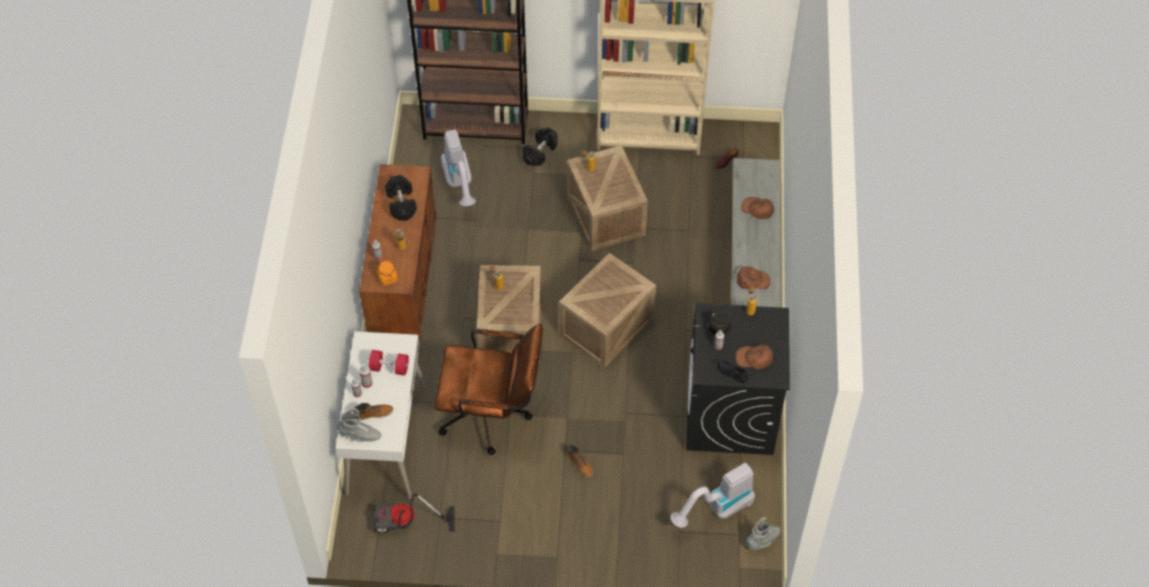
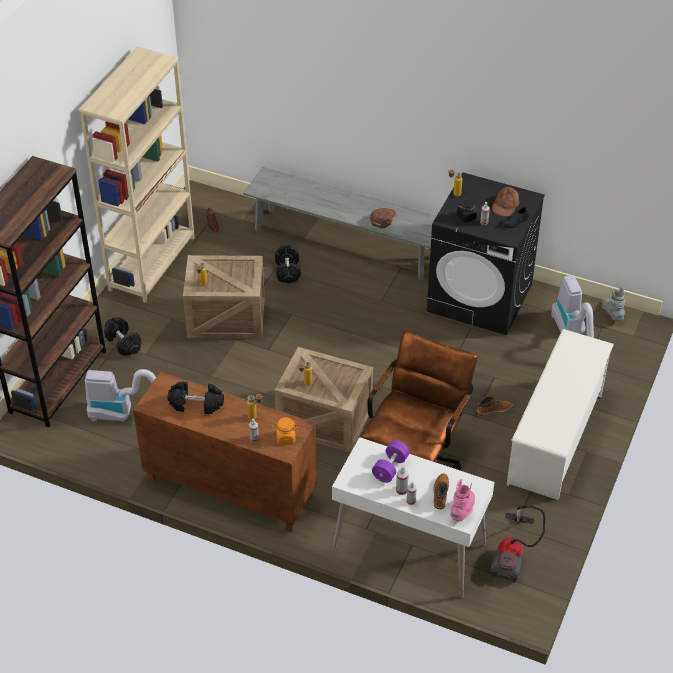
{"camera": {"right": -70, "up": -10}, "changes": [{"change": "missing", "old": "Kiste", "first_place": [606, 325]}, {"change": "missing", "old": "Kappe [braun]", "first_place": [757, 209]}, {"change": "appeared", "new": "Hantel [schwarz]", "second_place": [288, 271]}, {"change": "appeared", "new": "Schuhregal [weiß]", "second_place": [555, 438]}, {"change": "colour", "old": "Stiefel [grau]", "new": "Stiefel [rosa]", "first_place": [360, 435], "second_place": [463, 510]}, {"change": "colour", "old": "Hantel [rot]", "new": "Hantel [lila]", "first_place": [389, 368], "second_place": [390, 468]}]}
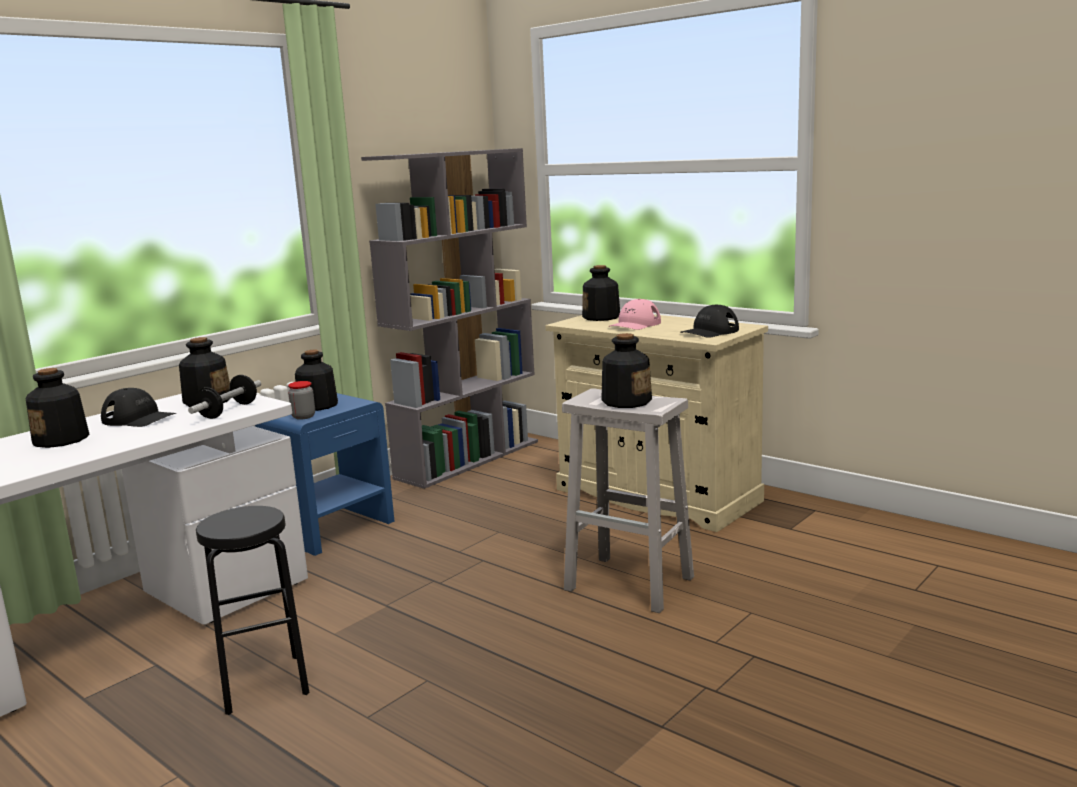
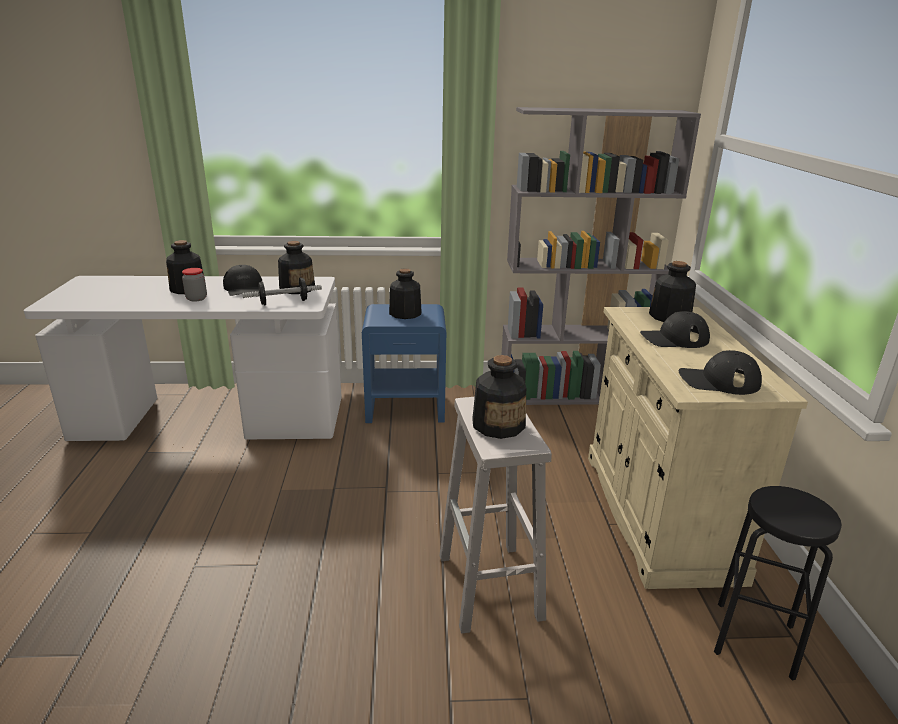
{"camera": {"right": 45, "up": 10}, "changes": [{"change": "relocated", "old": "Hocker [schwarz]", "first_place": [264, 684], "second_place": [754, 639]}, {"change": "relocated", "old": "Vorratsglas", "first_place": [303, 416], "second_place": [196, 298]}, {"change": "colour", "old": "Kappe [rosa]", "new": "Kappe [schwarz]", "first_place": [635, 324], "second_place": [674, 338]}]}
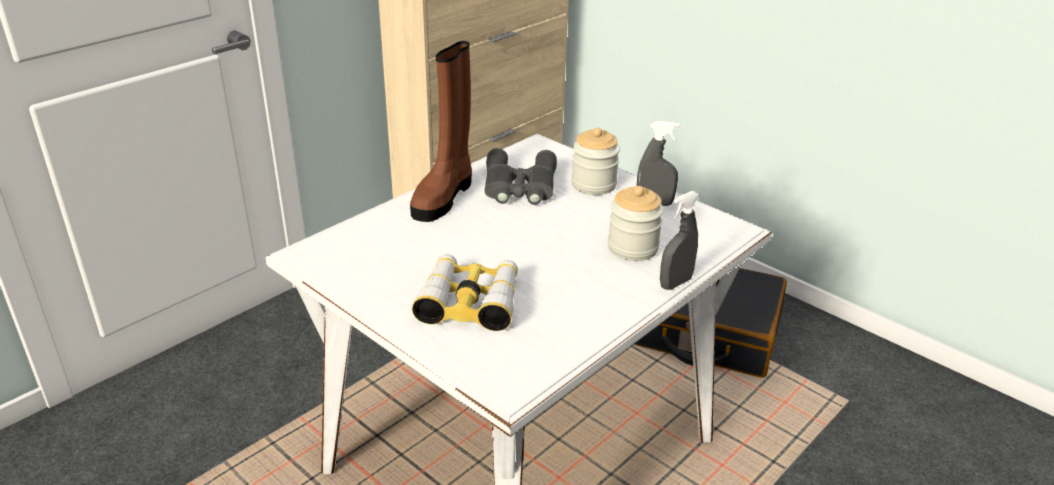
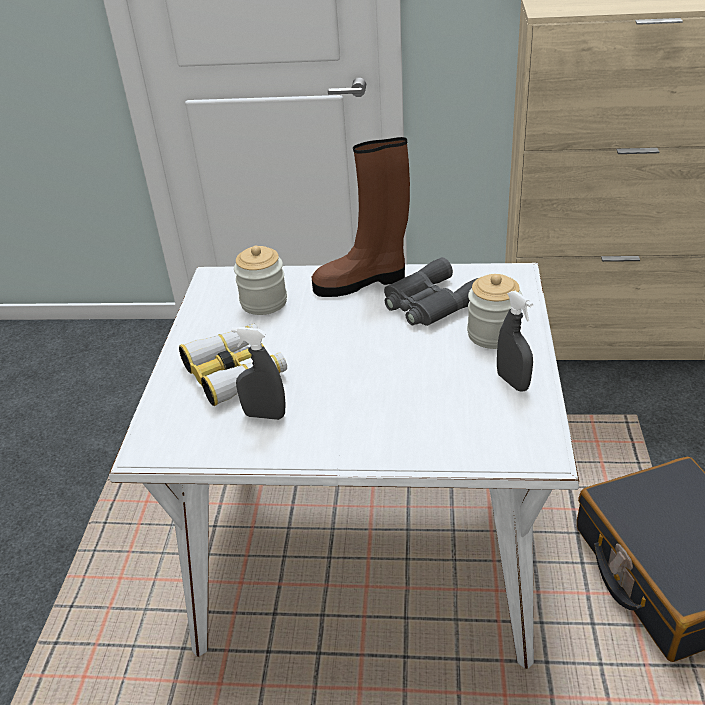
{"camera": {"right": 55, "up": 5}, "changes": [{"change": "relocated", "old": "Vorratsglas", "first_place": [633, 247], "second_place": [264, 302]}, {"change": "relocated", "old": "Sprühflasche [grau]", "first_place": [675, 283], "second_place": [264, 415]}]}
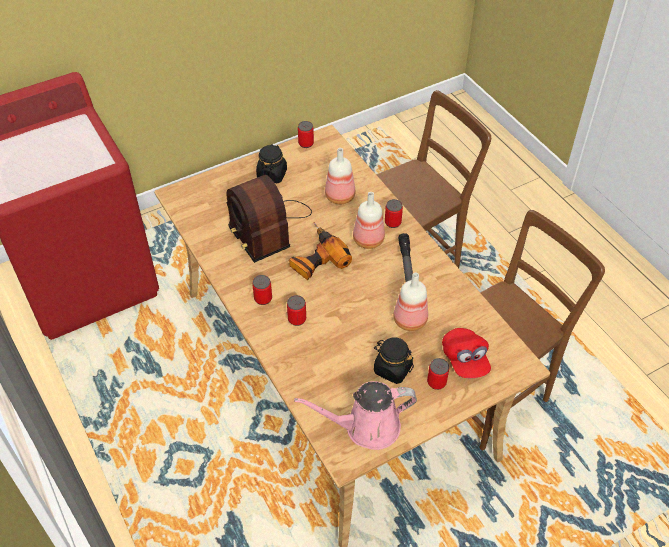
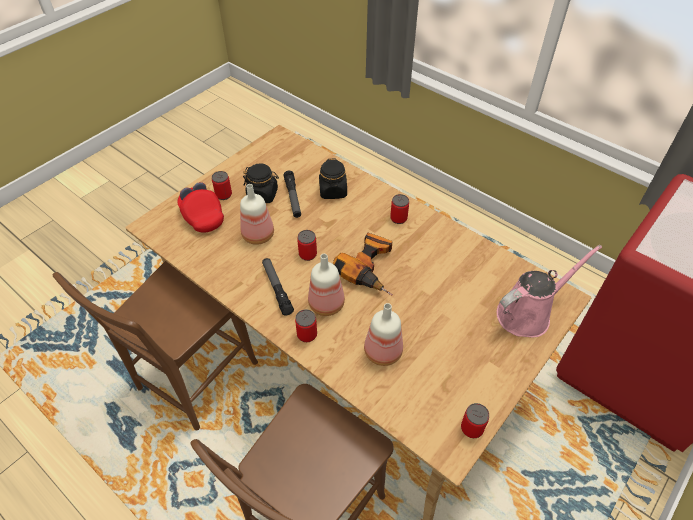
{"camera": {"right": 160, "up": 0}, "changes": [{"change": "missing", "old": "Radio", "first_place": [267, 226]}, {"change": "appeared", "new": "Taschenlampe", "second_place": [293, 198]}, {"change": "relocated", "old": "Vorratsglas [schwarz]", "first_place": [272, 174], "second_place": [333, 191]}, {"change": "relocated", "old": "Dose", "first_place": [297, 319], "second_place": [308, 254]}, {"change": "relocated", "old": "Gießkanne [rosa]", "first_place": [366, 427], "second_place": [528, 313]}]}
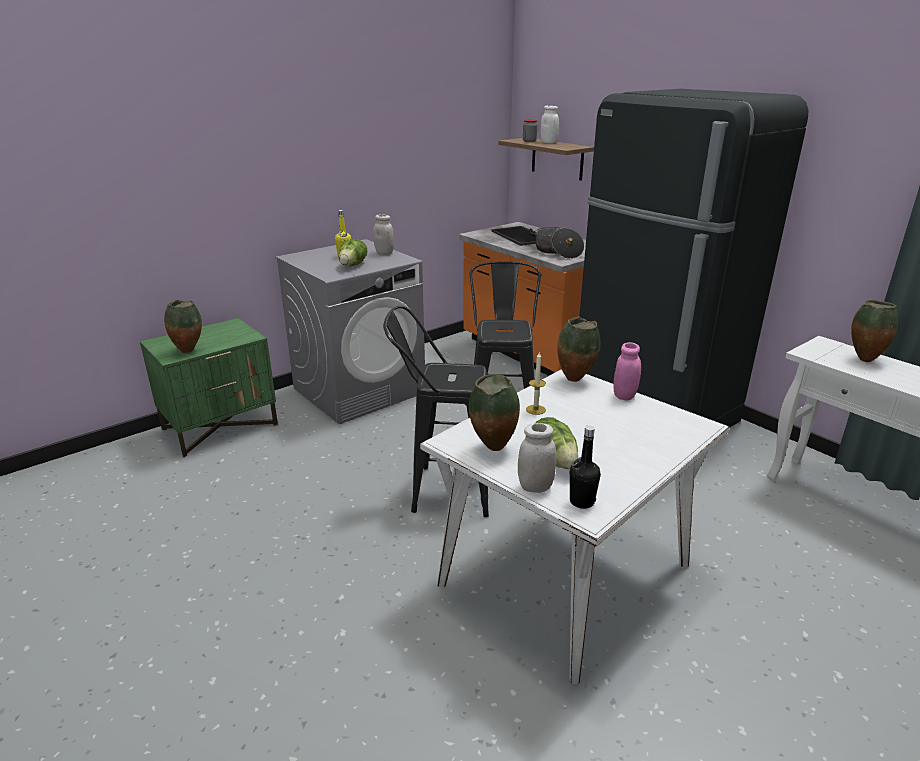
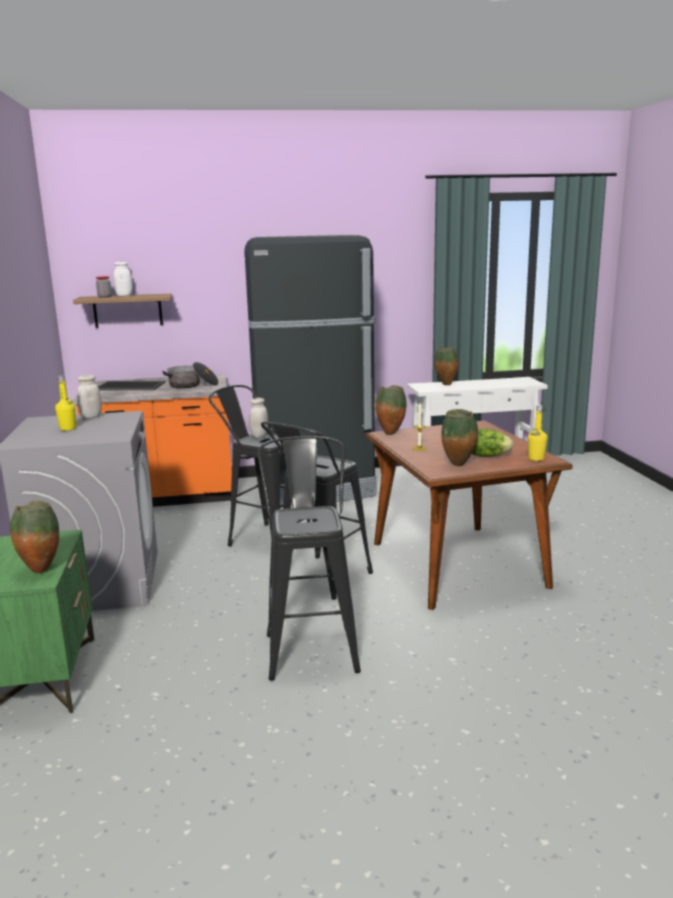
{"camera": {"right": -60, "up": -10}, "changes": [{"change": "missing", "old": "Salatkopf", "first_place": [353, 265]}, {"change": "missing", "old": "Vorratsglas [rosa]", "first_place": [624, 396]}, {"change": "appeared", "new": "Hocker [schwarz]", "second_place": [311, 646]}, {"change": "relocated", "old": "Vorratsglas [weiß]", "first_place": [535, 487], "second_place": [259, 436]}, {"change": "colour", "old": "Esstisch [weiß]", "new": "Esstisch [braun]", "first_place": [564, 575], "second_place": [457, 564]}, {"change": "colour", "old": "Flasche [schwarz]", "new": "Flasche [gelb]", "first_place": [582, 501], "second_place": [536, 459]}]}
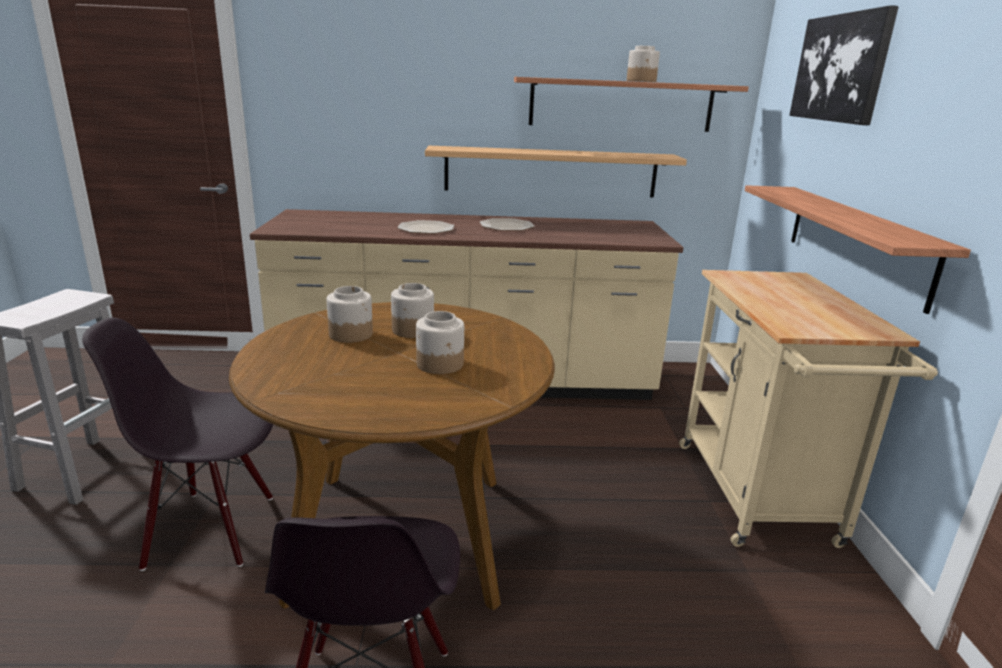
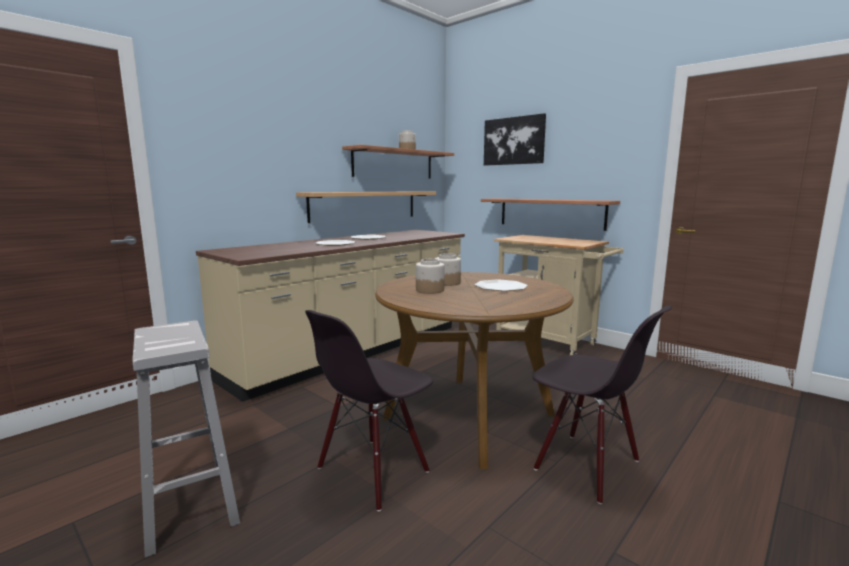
{"camera": {"right": -45, "up": -10}, "changes": [{"change": "exchanged", "old": "Vorratsglas", "new": "Teller", "first_place": [440, 364], "second_place": [501, 287]}]}
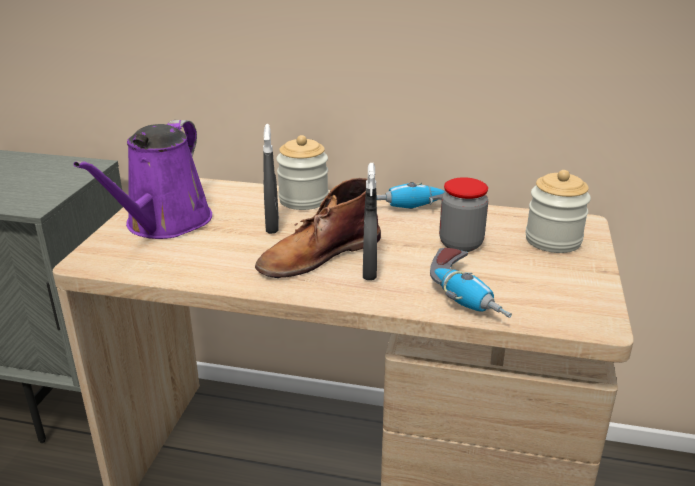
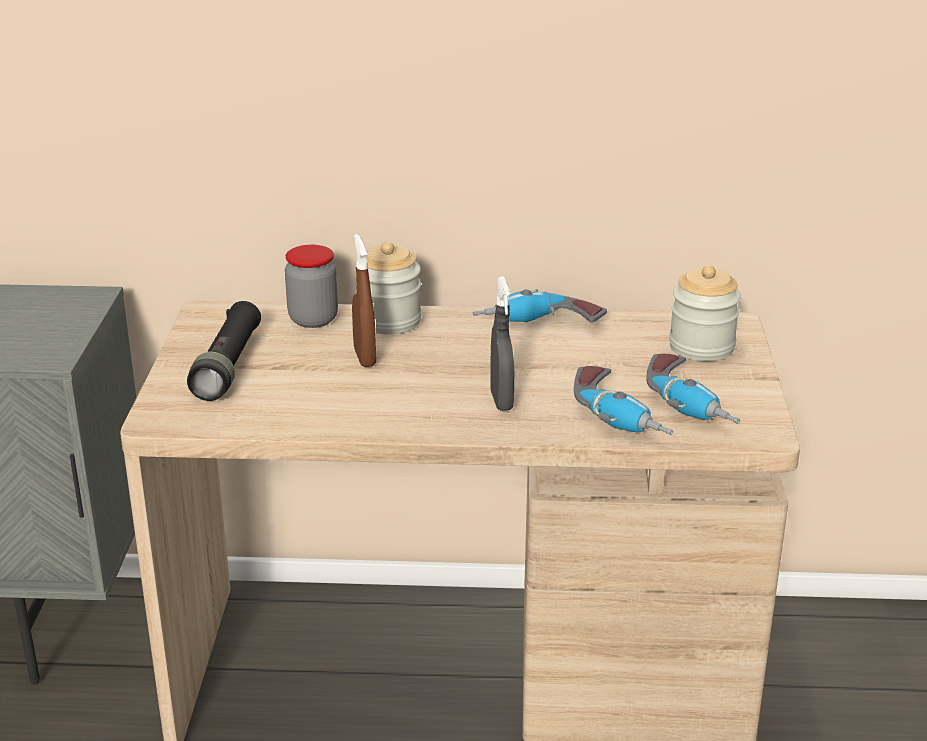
{"camera": {"right": -10, "up": 0}, "changes": [{"change": "missing", "old": "Stiefel [braun]", "first_place": [318, 254]}, {"change": "appeared", "new": "Bohrmaschine", "second_place": [691, 404]}, {"change": "relocated", "old": "Vorratsglas", "first_place": [460, 244], "second_place": [313, 319]}, {"change": "exchanged", "old": "Gießkanne [lila]", "new": "Taschenlampe [schwarz]", "first_place": [164, 224], "second_place": [228, 366]}, {"change": "colour", "old": "Sprühflasche [grau]", "new": "Sprühflasche [braun]", "first_place": [272, 226], "second_place": [364, 357]}]}
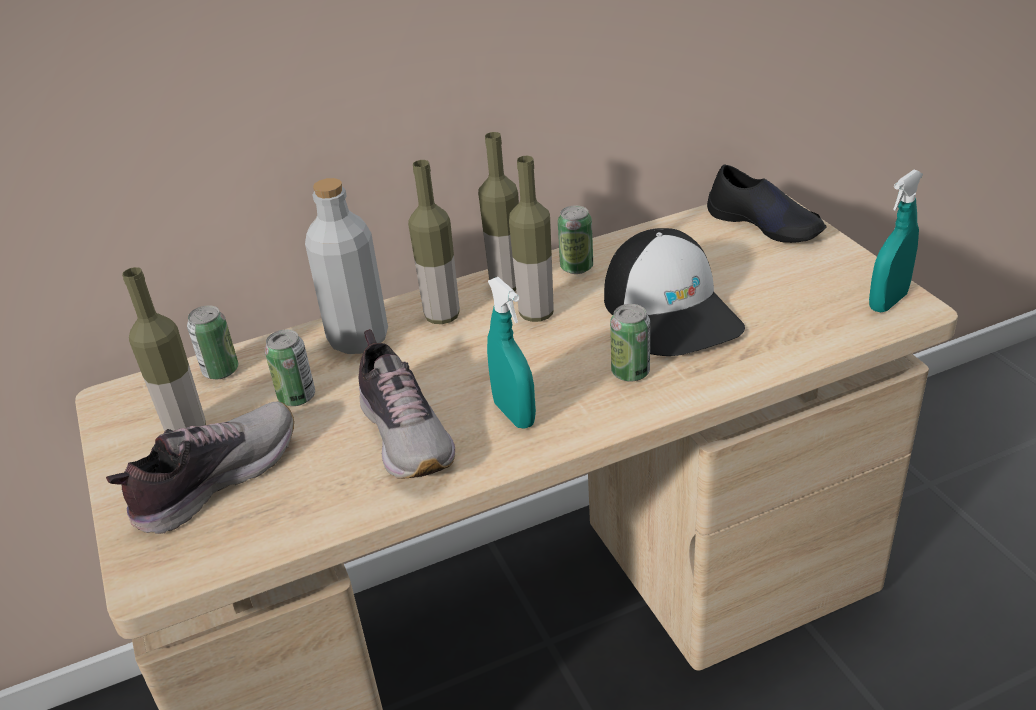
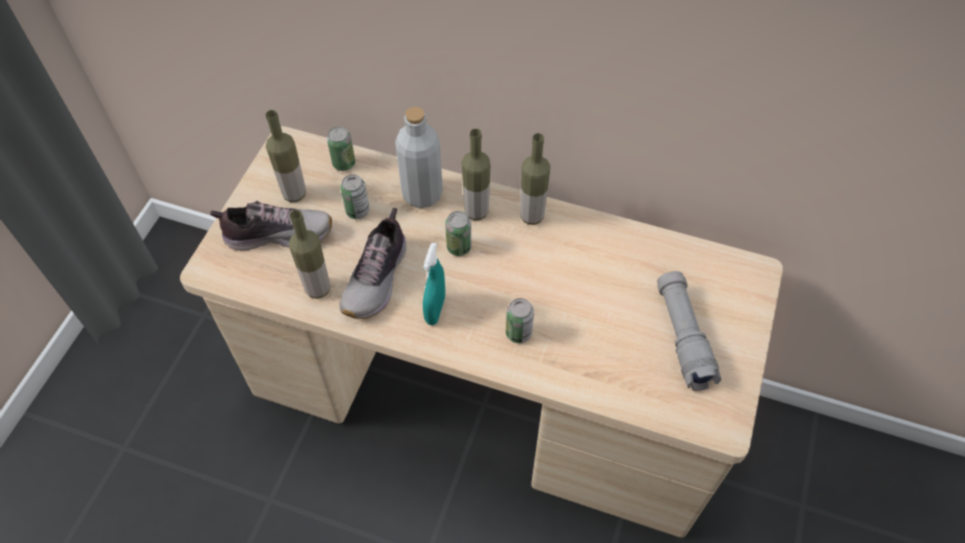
{"camera": {"right": 40, "up": 20}, "changes": [{"change": "missing", "old": "Kappe", "first_place": [672, 311]}, {"change": "missing", "old": "Schuh [schwarz]", "first_place": [765, 224]}, {"change": "missing", "old": "Sprühflasche [türkis]", "first_place": [888, 302]}, {"change": "appeared", "new": "Taschenlampe [grau]", "second_place": [683, 337]}, {"change": "relocated", "old": "Flasche", "first_place": [536, 314], "second_place": [318, 289]}, {"change": "relocated", "old": "Dose", "first_place": [576, 267], "second_place": [459, 247]}]}
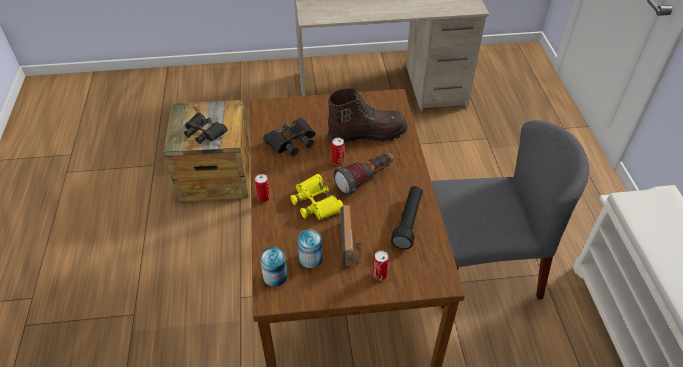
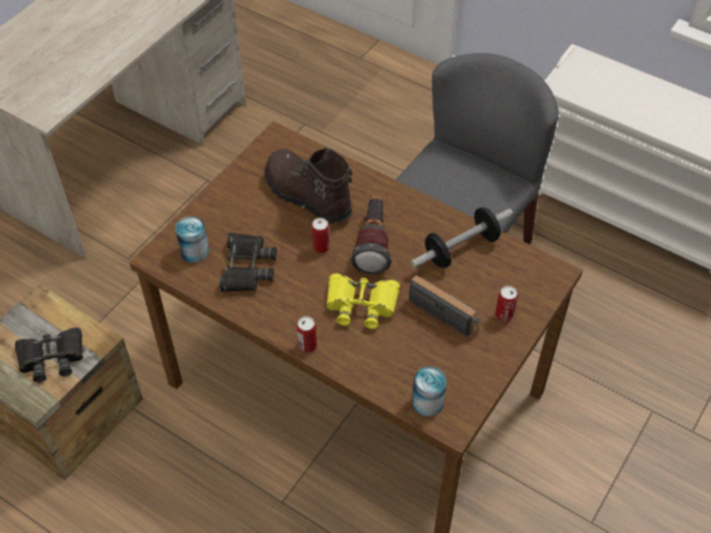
{"camera": {"right": -50, "up": 5}, "changes": [{"change": "relocated", "old": "Dose", "first_place": [310, 258], "second_place": [194, 251]}, {"change": "exchanged", "old": "Taschenlampe [schwarz]", "new": "Hantel", "first_place": [408, 222], "second_place": [461, 249]}, {"change": "spun", "old": "Stiefel [braun]", "first_place": [367, 133], "second_place": [307, 196], "degrees": -75}]}
